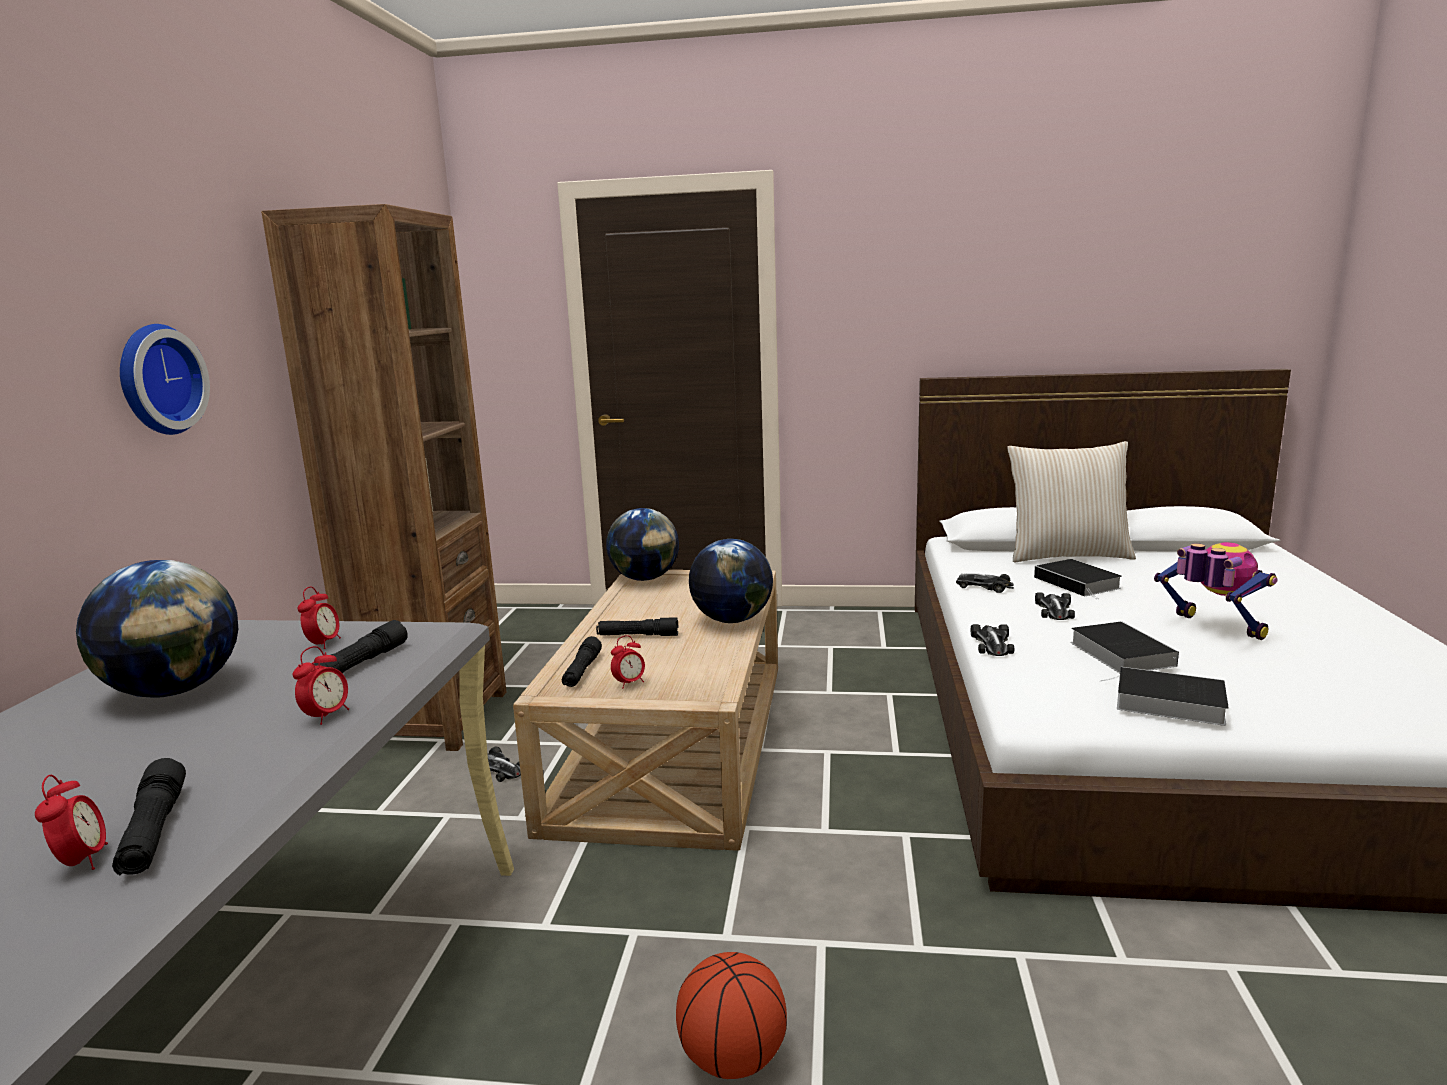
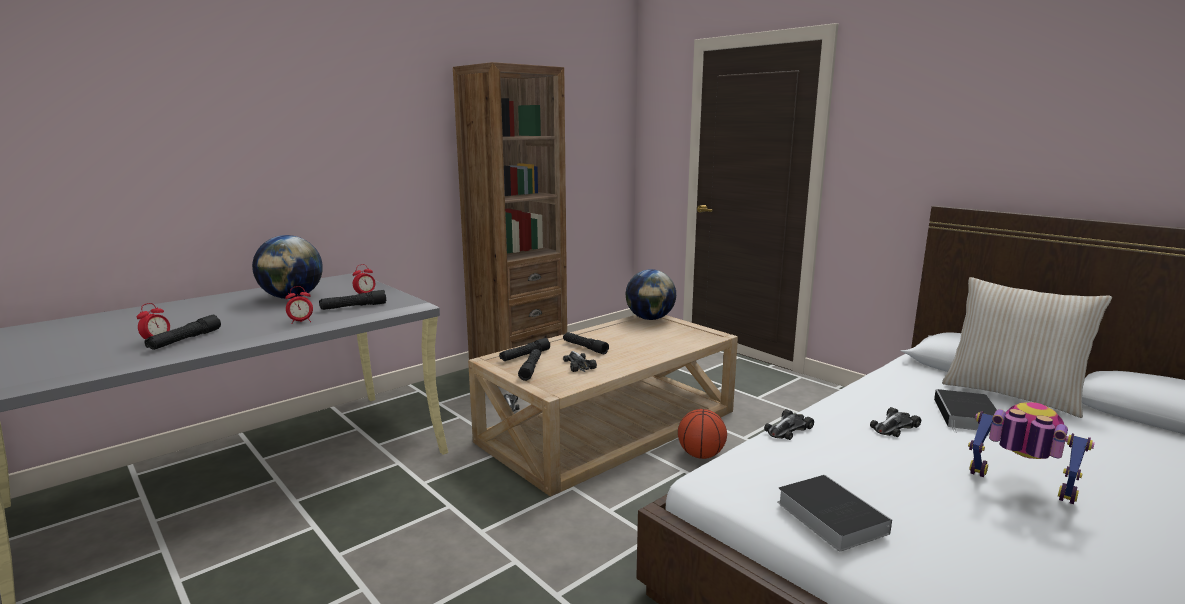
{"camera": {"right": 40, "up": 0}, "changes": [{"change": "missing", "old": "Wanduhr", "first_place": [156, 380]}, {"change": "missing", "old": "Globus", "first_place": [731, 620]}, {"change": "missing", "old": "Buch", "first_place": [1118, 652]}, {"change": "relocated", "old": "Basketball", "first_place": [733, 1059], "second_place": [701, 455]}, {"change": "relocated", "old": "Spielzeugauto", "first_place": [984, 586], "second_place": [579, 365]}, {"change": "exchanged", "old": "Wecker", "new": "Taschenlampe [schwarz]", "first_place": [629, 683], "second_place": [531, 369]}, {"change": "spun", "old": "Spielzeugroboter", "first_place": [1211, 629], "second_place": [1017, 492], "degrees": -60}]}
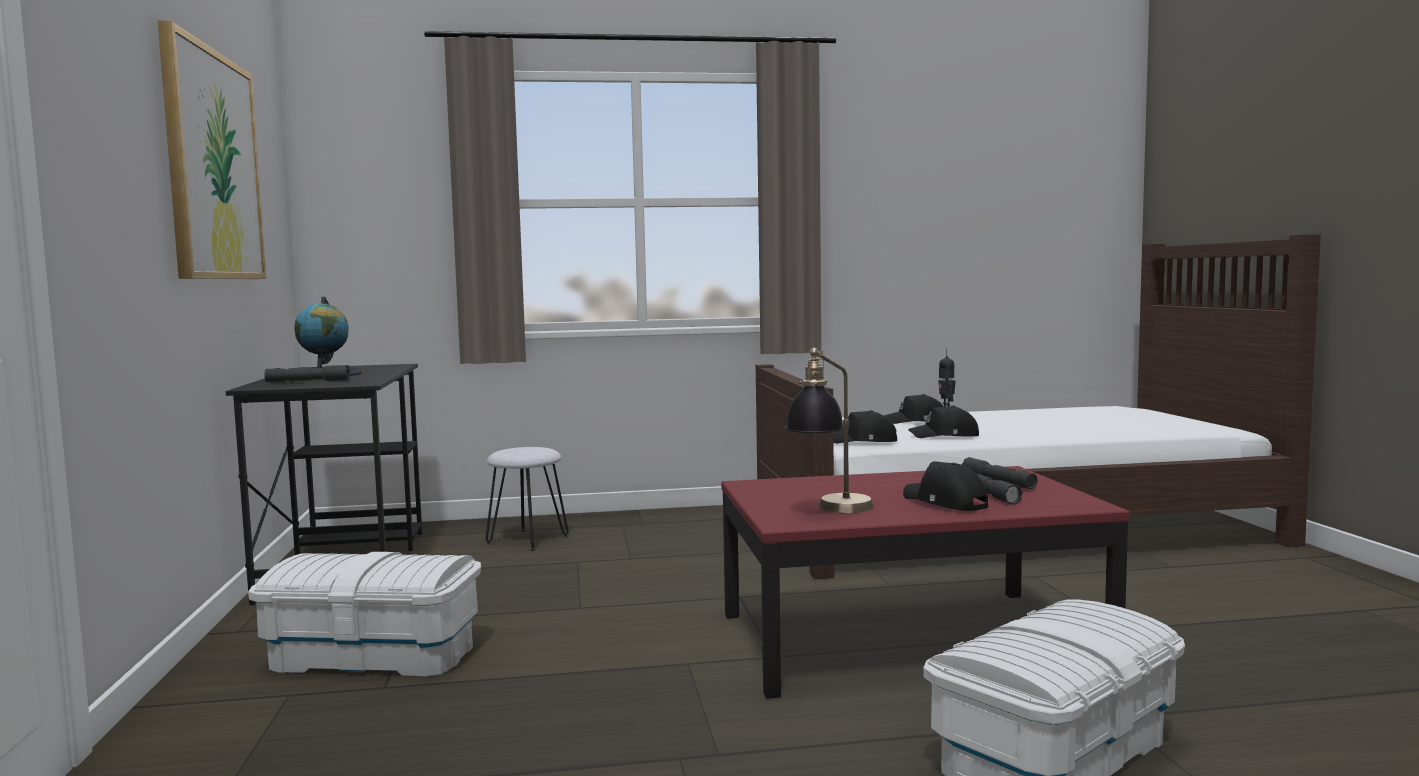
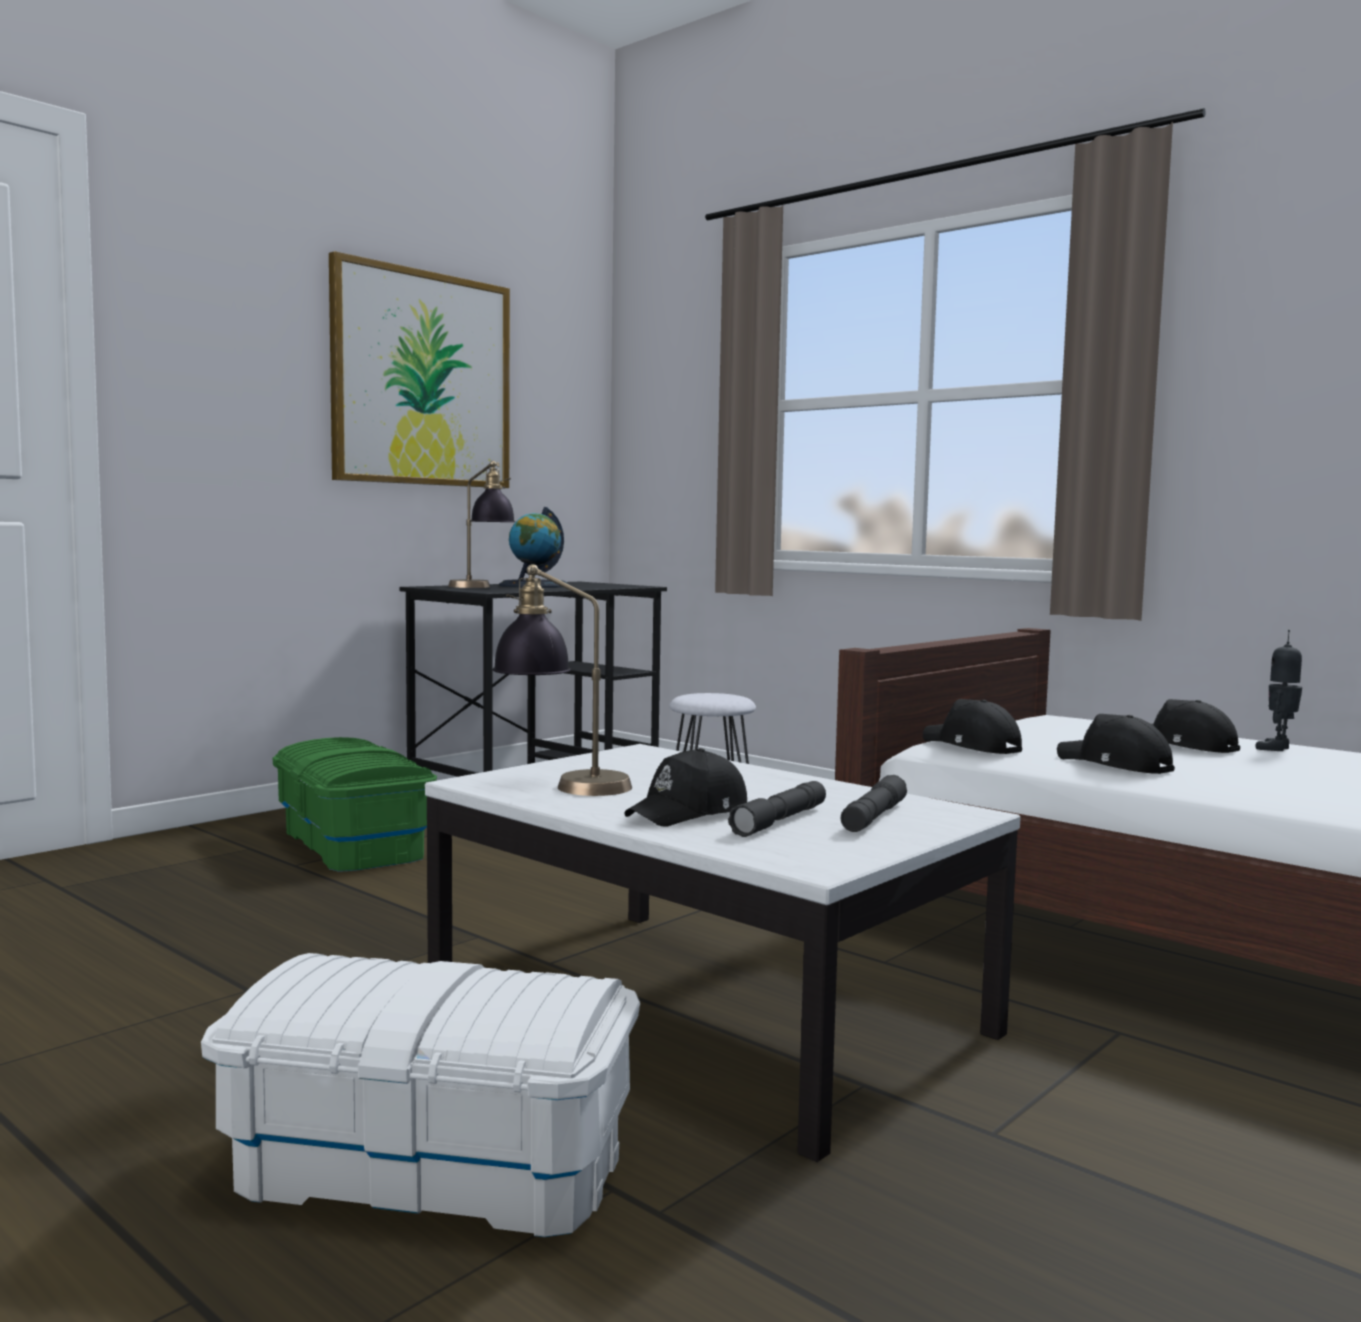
{"camera": {"right": 50, "up": 0}, "changes": [{"change": "exchanged", "old": "Taschenlampe [grau]", "new": "Tischlampe", "first_place": [308, 381], "second_place": [481, 587]}, {"change": "colour", "old": "Aufbewahrungsbox [weiß]", "new": "Aufbewahrungsbox [grün]", "first_place": [374, 655], "second_place": [354, 844]}, {"change": "colour", "old": "Couchtisch [rot]", "new": "Couchtisch [weiß]", "first_place": [908, 639], "second_place": [708, 1010]}, {"change": "spun", "old": "Kappe [schwarz]", "first_place": [944, 503], "second_place": [689, 813], "degrees": -150}]}
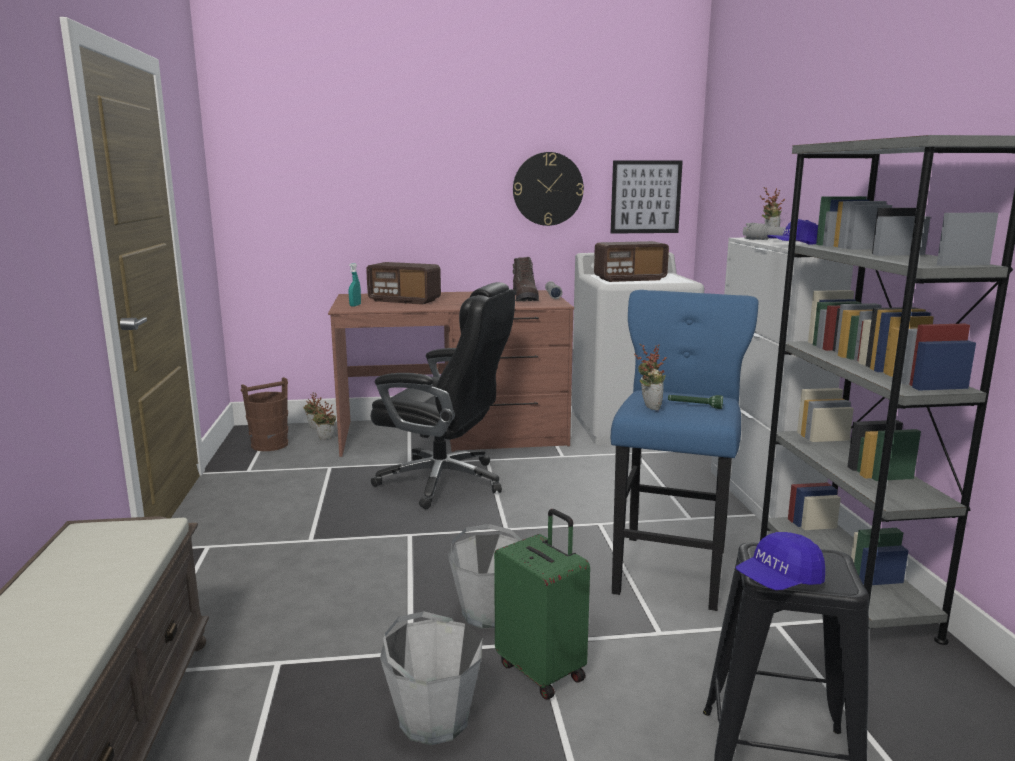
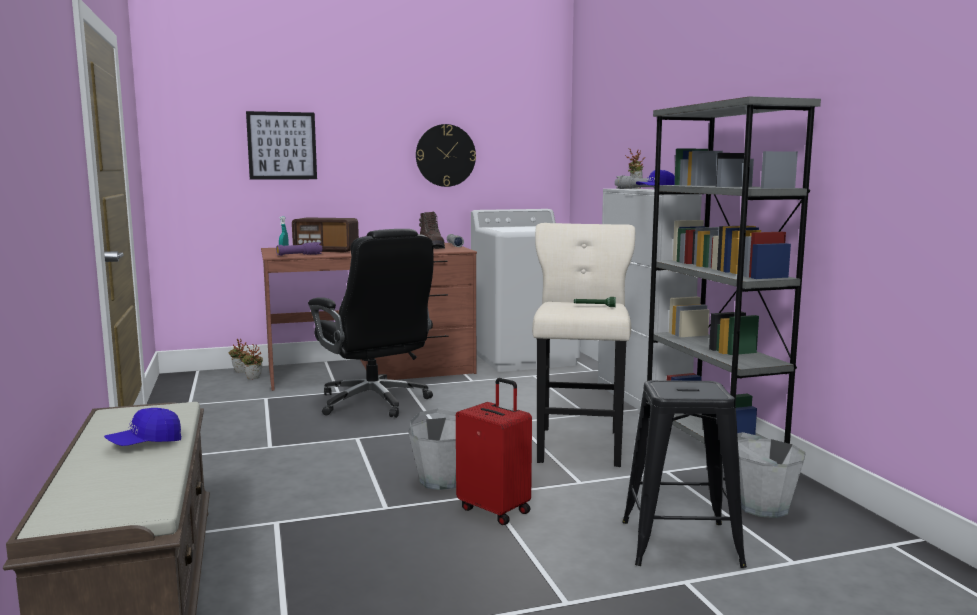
{"camera": {"right": -10, "up": -5}, "changes": [{"change": "missing", "old": "Eimer [braun]", "first_place": [269, 445]}, {"change": "missing", "old": "Radio", "first_place": [630, 279]}, {"change": "missing", "old": "Topfpflanze", "first_place": [648, 407]}, {"change": "appeared", "new": "Taschenlampe [lila]", "second_place": [299, 255]}, {"change": "relocated", "old": "Eimer [grau]", "first_place": [433, 719], "second_place": [762, 506]}, {"change": "relocated", "old": "Bild", "first_place": [645, 197], "second_place": [282, 146]}, {"change": "relocated", "old": "Kappe [blau]", "first_place": [779, 581], "second_place": [145, 444]}, {"change": "colour", "old": "Koffer [grün]", "new": "Koffer [rot]", "first_place": [542, 670], "second_place": [495, 510]}, {"change": "colour", "old": "Hocker [blau]", "new": "Hocker [beige]", "first_place": [671, 567], "second_place": [580, 444]}, {"change": "spun", "old": "Bürostuhl [schwarz]", "first_place": [444, 482], "second_place": [374, 402], "degrees": 45}]}
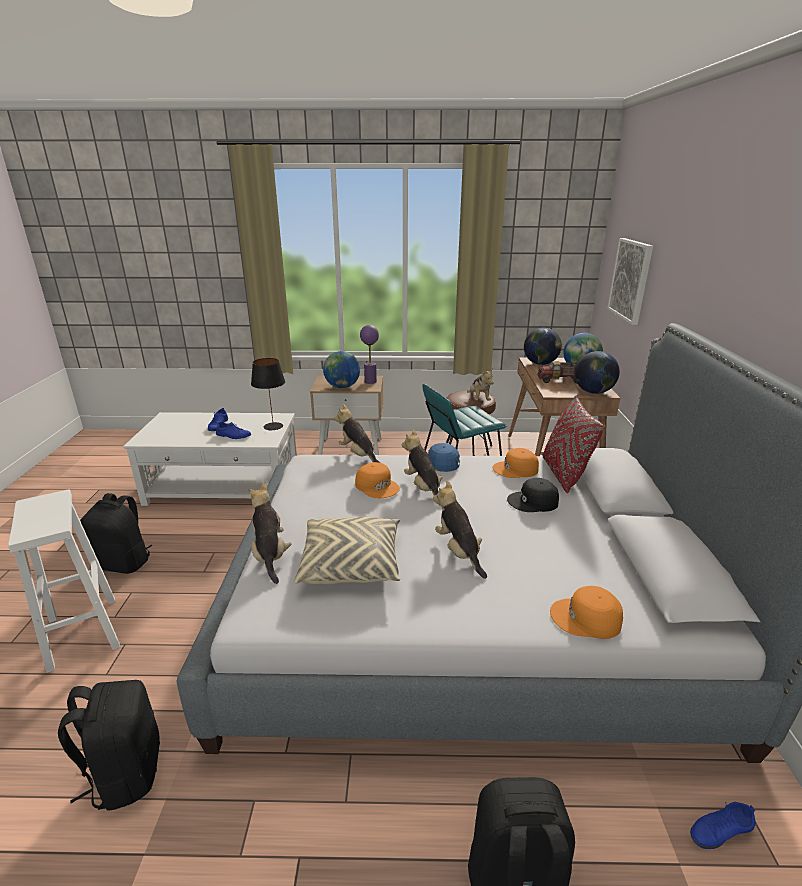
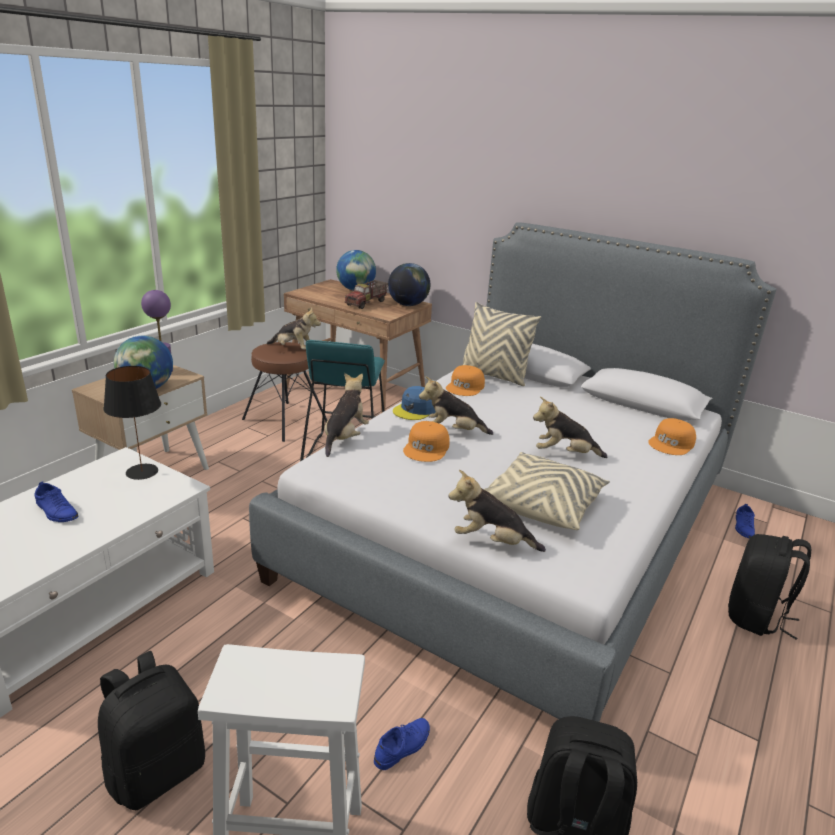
{"camera": {"right": -60, "up": 0}, "changes": [{"change": "missing", "old": "Kappe [schwarz]", "first_place": [533, 502]}, {"change": "missing", "old": "Globus", "first_place": [540, 363]}, {"change": "missing", "old": "Bild", "first_place": [630, 280]}, {"change": "relocated", "old": "Schuh [blau]", "first_place": [233, 435], "second_place": [402, 746]}, {"change": "colour", "old": "Kissen [rot]", "new": "Kissen [beige]", "first_place": [563, 474], "second_place": [494, 376]}, {"change": "spun", "old": "Plüschtier", "first_place": [358, 455], "second_place": [344, 438], "degrees": 120}, {"change": "spun", "old": "Kappe [orange]", "first_place": [377, 486], "second_place": [427, 448], "degrees": 120}]}
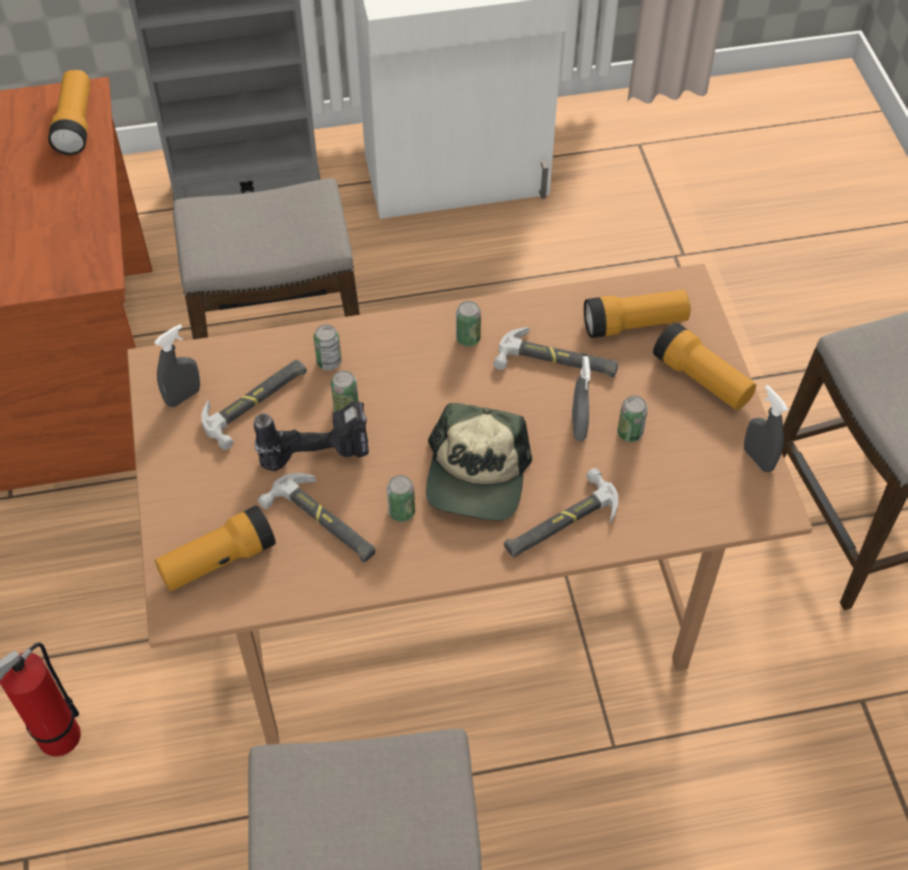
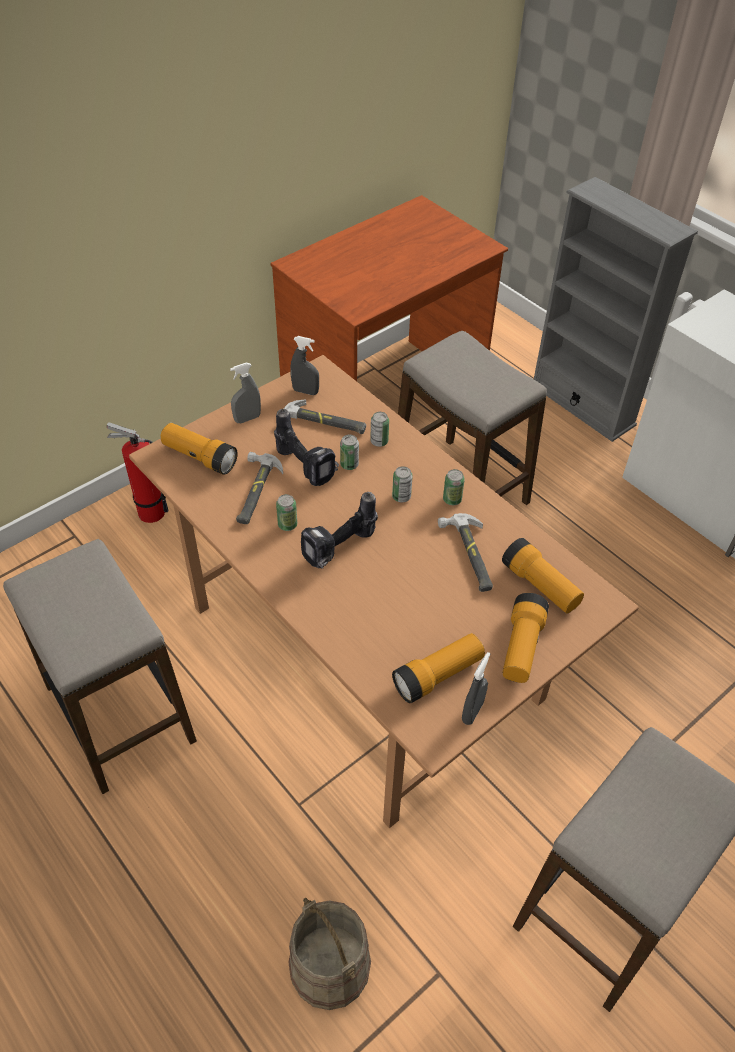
{"camera": {"right": 60, "up": -5}, "changes": [{"change": "missing", "old": "Hammer", "first_place": [560, 522]}, {"change": "appeared", "new": "Eimer [beige]", "second_place": [329, 966]}, {"change": "relocated", "old": "Taschenlampe", "first_place": [75, 124], "second_place": [438, 675]}, {"change": "relocated", "old": "Sprühflasche [grau]", "first_place": [578, 427], "second_place": [247, 418]}, {"change": "relocated", "old": "Dose", "first_place": [629, 433], "second_place": [401, 496]}, {"change": "exchanged", "old": "Kappe", "new": "Bohrmaschine", "first_place": [476, 476], "second_place": [341, 551]}]}
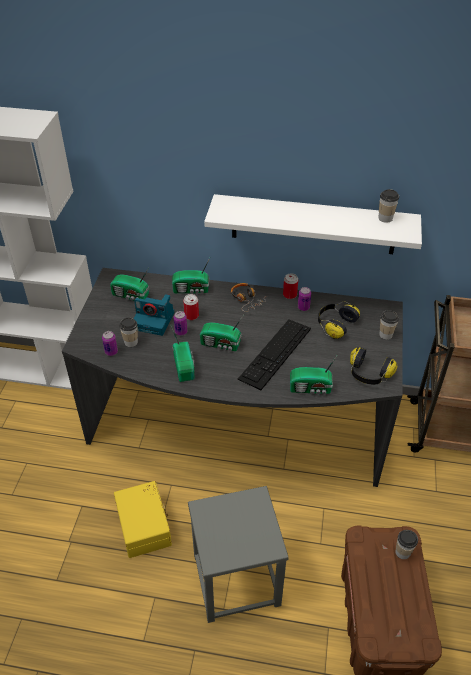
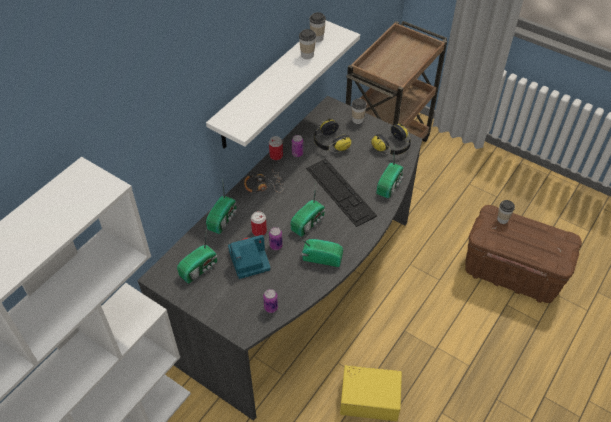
{"camera": {"right": -65, "up": 5}, "changes": [{"change": "missing", "old": "Hocker [grau]", "first_place": [236, 580]}, {"change": "relocated", "old": "Tasse", "first_place": [131, 342], "second_place": [307, 55]}, {"change": "spun", "old": "Kamera", "first_place": [154, 320], "second_place": [248, 261], "degrees": -150}]}
